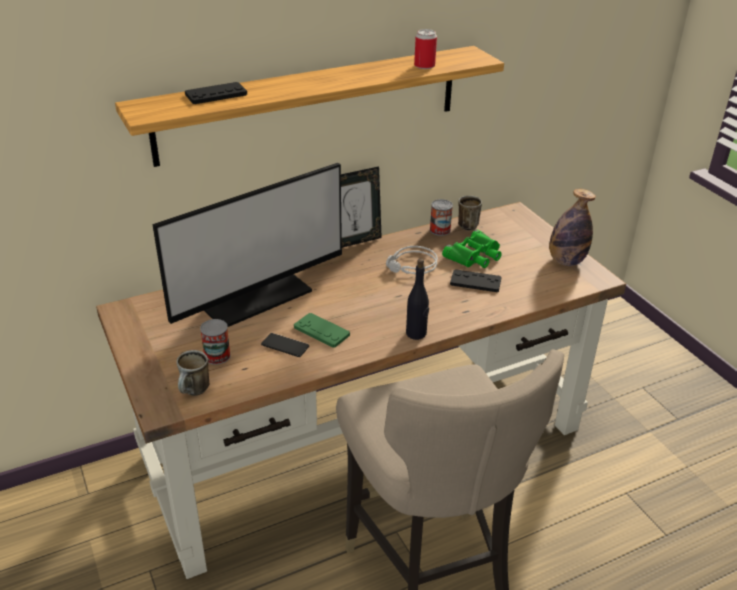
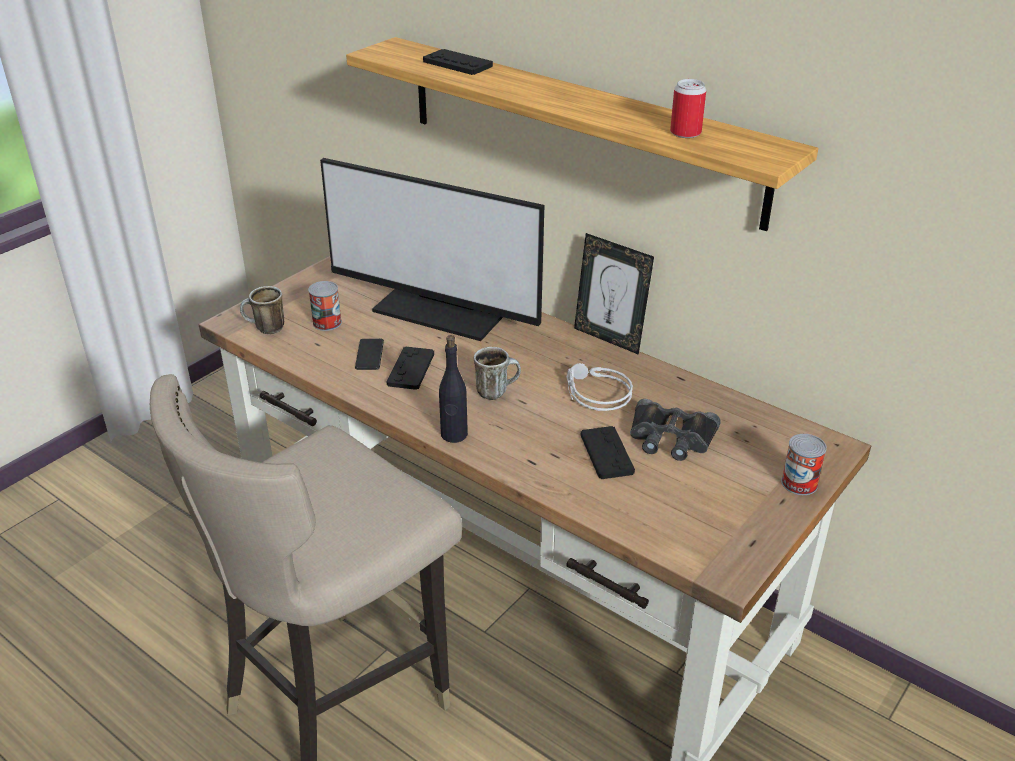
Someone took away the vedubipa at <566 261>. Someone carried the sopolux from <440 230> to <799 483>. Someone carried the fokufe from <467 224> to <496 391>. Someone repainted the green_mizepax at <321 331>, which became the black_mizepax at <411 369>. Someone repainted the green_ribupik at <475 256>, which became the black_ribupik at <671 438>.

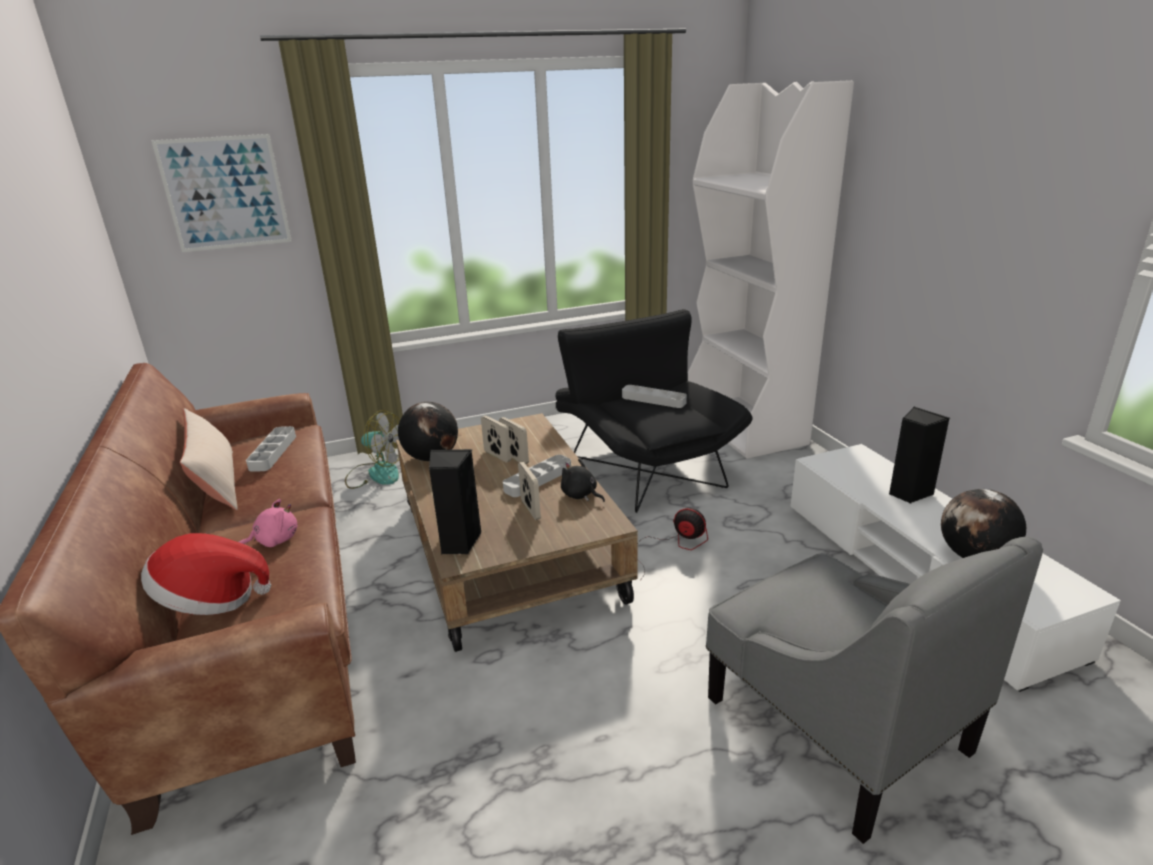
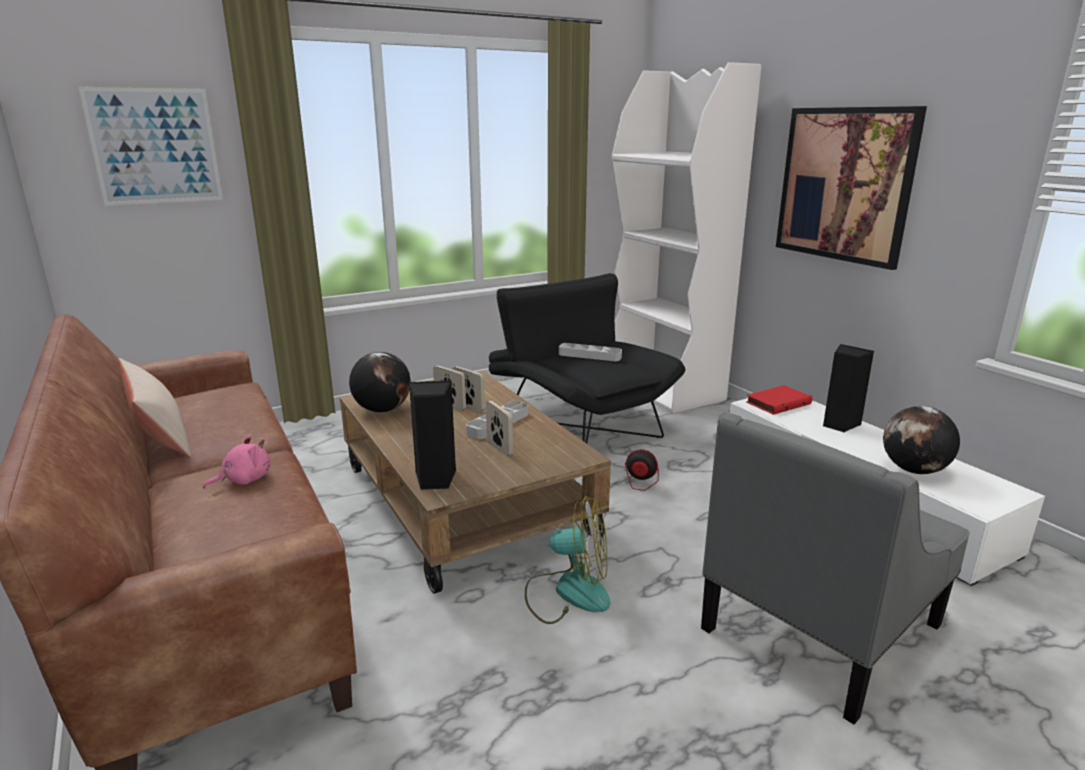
Someone took away the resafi at <211 600>. Someone took away the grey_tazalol at <273 452>. Someone took away the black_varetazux at <580 495>. Someone put down the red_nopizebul at <777 402>. Someone put up the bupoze at <844 185>. Someone carried the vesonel from <376 474> to <568 592>. Someone rotated the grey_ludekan at <834 724> by 90 degrees clockwise.

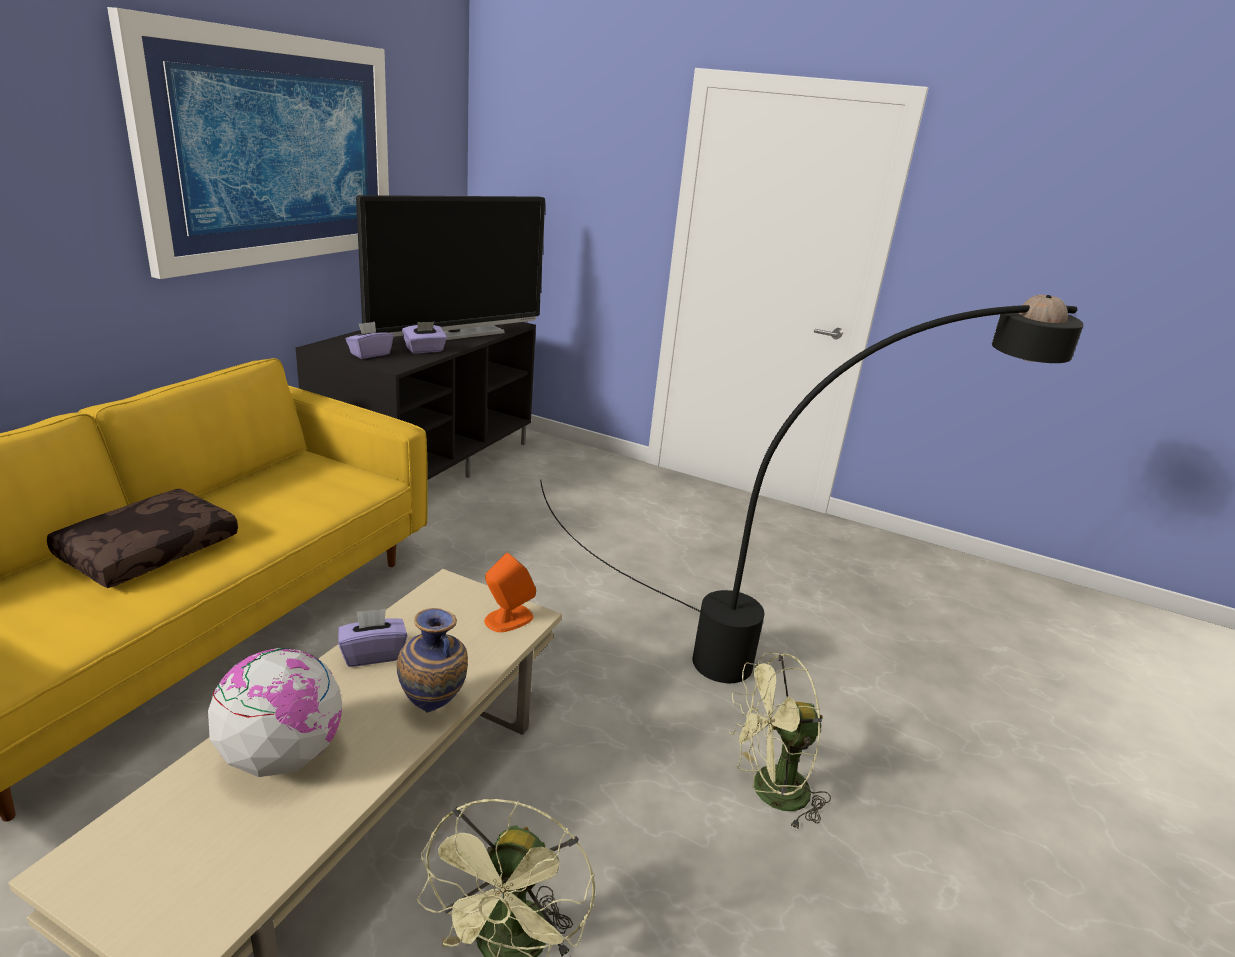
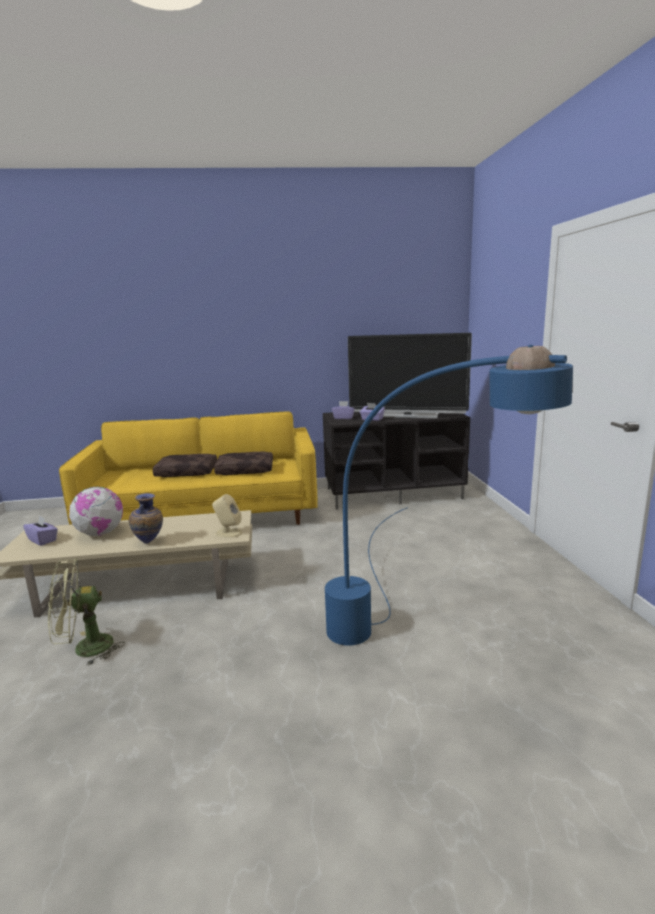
Someone took away the bupoze at <275 150>. Someone took away the green_vesonel at <769 792>. Someone put down the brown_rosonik at <246 470>. Someone carried the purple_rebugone from <373 654> to <43 540>. Someone repainted the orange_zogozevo at <508 619>, which became the beige_zogozevo at <228 533>. Someone repainted the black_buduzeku at <778 639>, which became the blue_buduzeku at <407 643>.

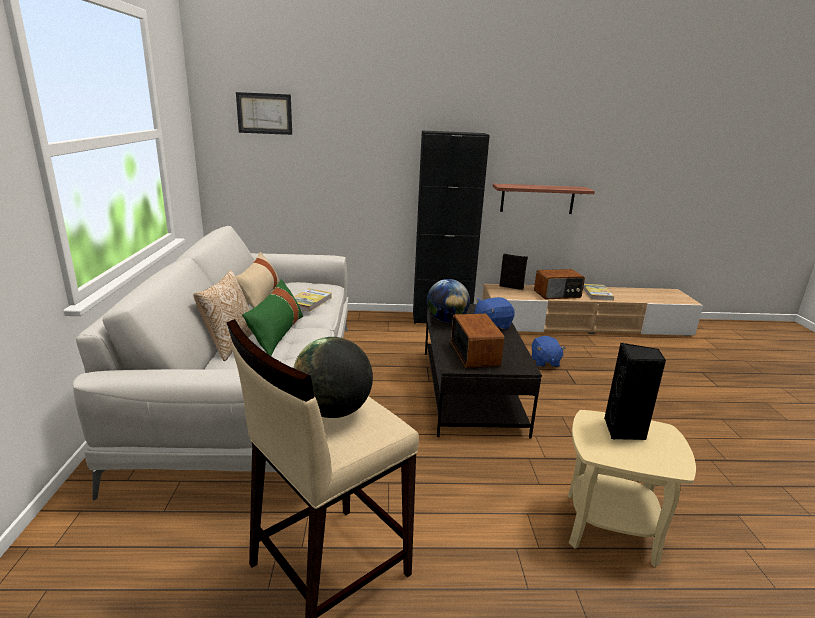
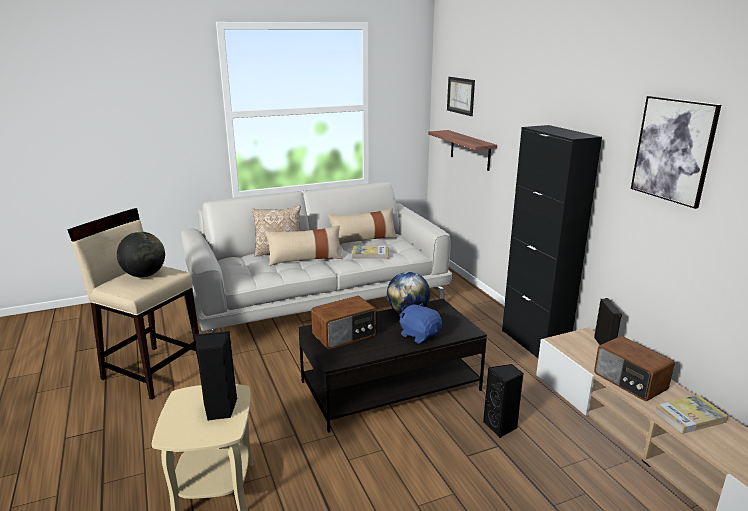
Someone put up the bupoze at <673 150>. Someone carried the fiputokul from <537 199> to <470 150>. Someone swapped the blue_varetazux at <544 362> for the black_zogozevo at <501 427>. Someone repainted the green_rosonik at <277 334>, which became the beige_rosonik at <305 259>.

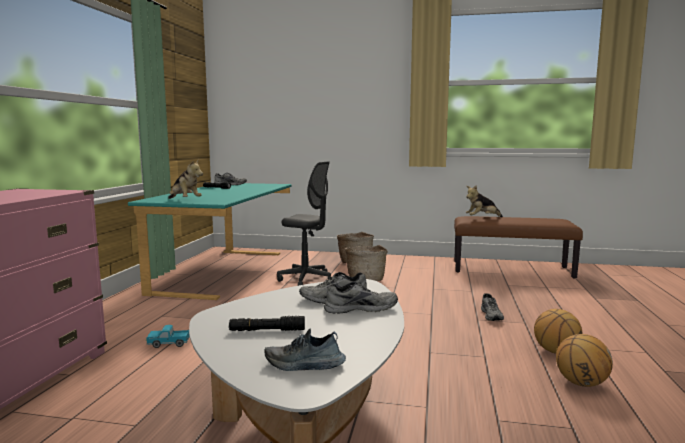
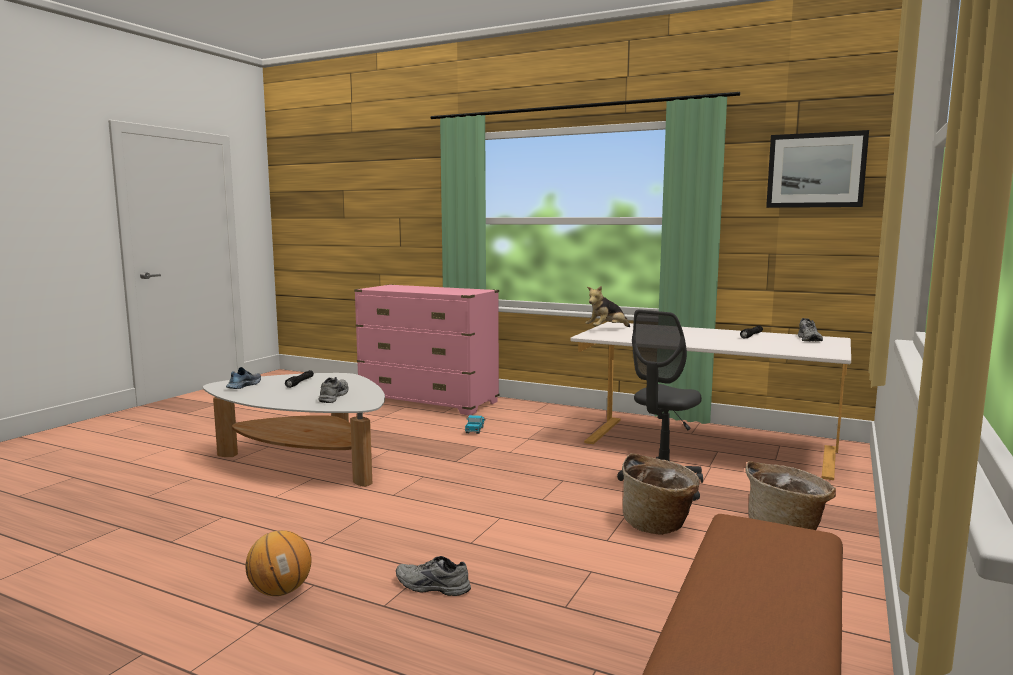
Someone took away the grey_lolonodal at <360 308>. Someone took away the varetazux at <482 218>. Someone took away the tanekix at <581 383>. Someone put up the bupoze at <816 170>. Someone repainted the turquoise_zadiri at <226 272>, which became the white_zadiri at <705 447>.

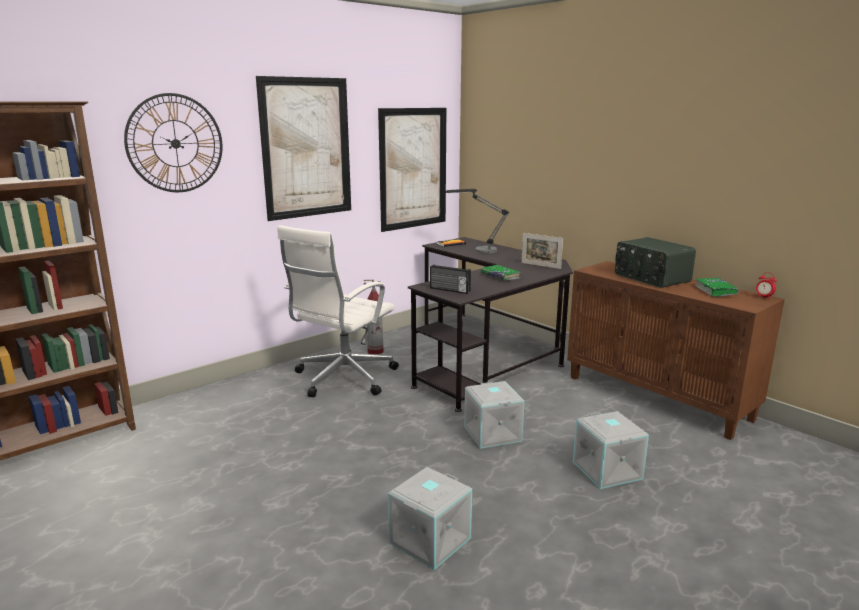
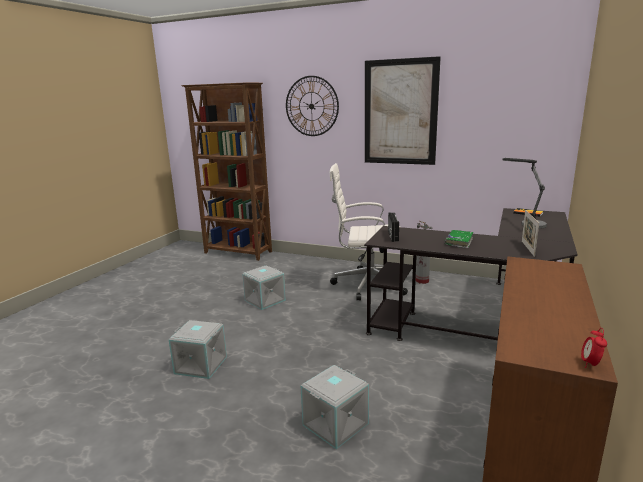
Someone took away the bupoze at <413 168>. Someone took away the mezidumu at <651 278>. Someone took away the green_nopizebul at <715 291>. Someone carried the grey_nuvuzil from <491 433> to <265 300>.

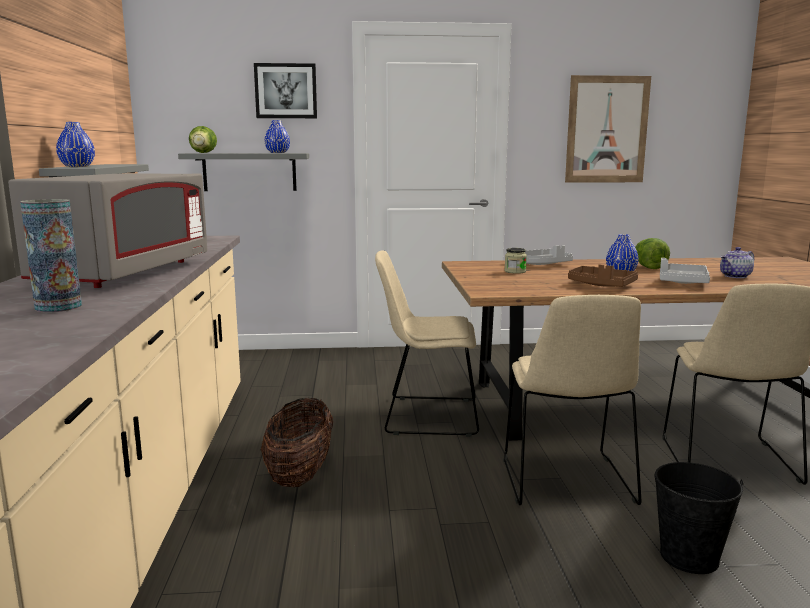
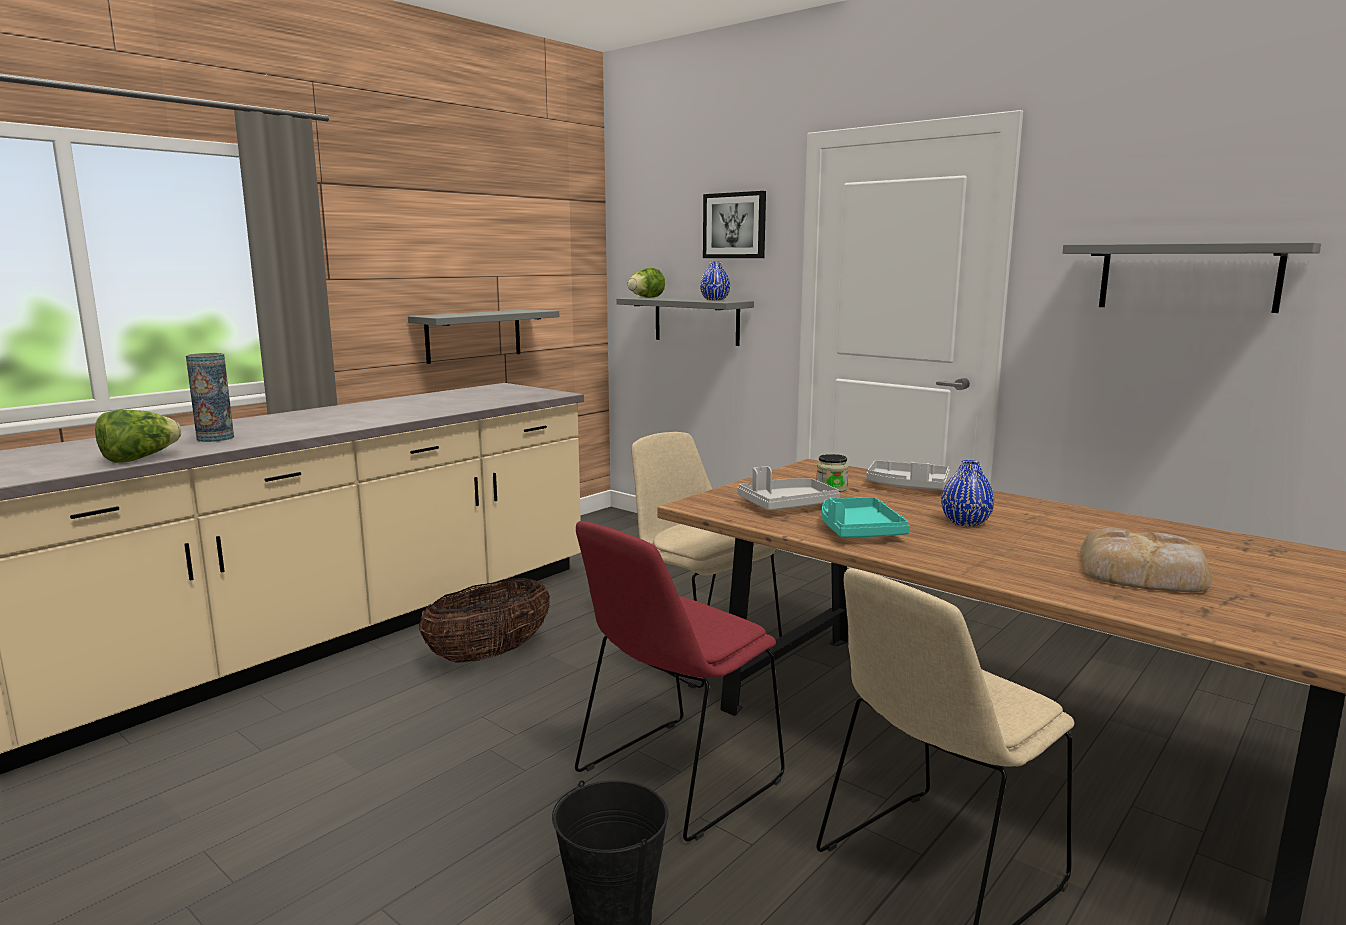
Someone took away the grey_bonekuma at <125 273>. Someone took away the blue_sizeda at <77 166>. Someone carried the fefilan from <648 267> to <139 458>. Someone carried the grey_tazalol from <682 282> to <786 505>. Someone swapped the bupoze at <607 130> for the grey_fiputokul at <1188 277>. Someone swapped the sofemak at <735 276> for the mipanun at <1144 573>. Someone repainted the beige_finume at <567 483>, which became the red_finume at <674 779>. Someone repainted the brown_tazalol at <601 285>, which became the turquoise_tazalol at <858 531>.

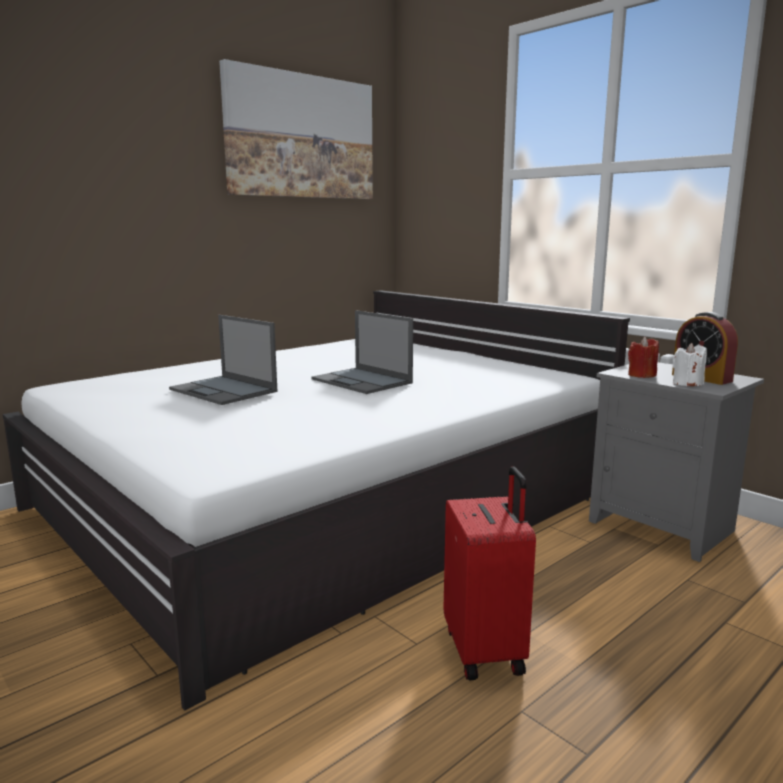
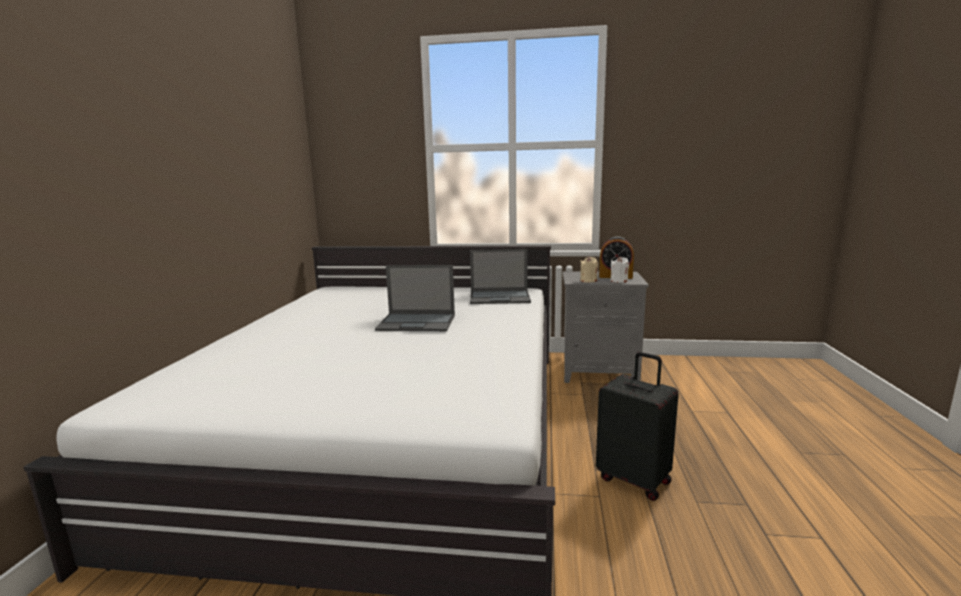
Someone took away the bupoze at <301 137>. Someone carried the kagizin from <224 391> to <500 297>. Someone repainted the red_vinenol at <486 650>, which became the black_vinenol at <634 479>. Someone repainted the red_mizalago at <641 375>, which became the beige_mizalago at <588 280>.

